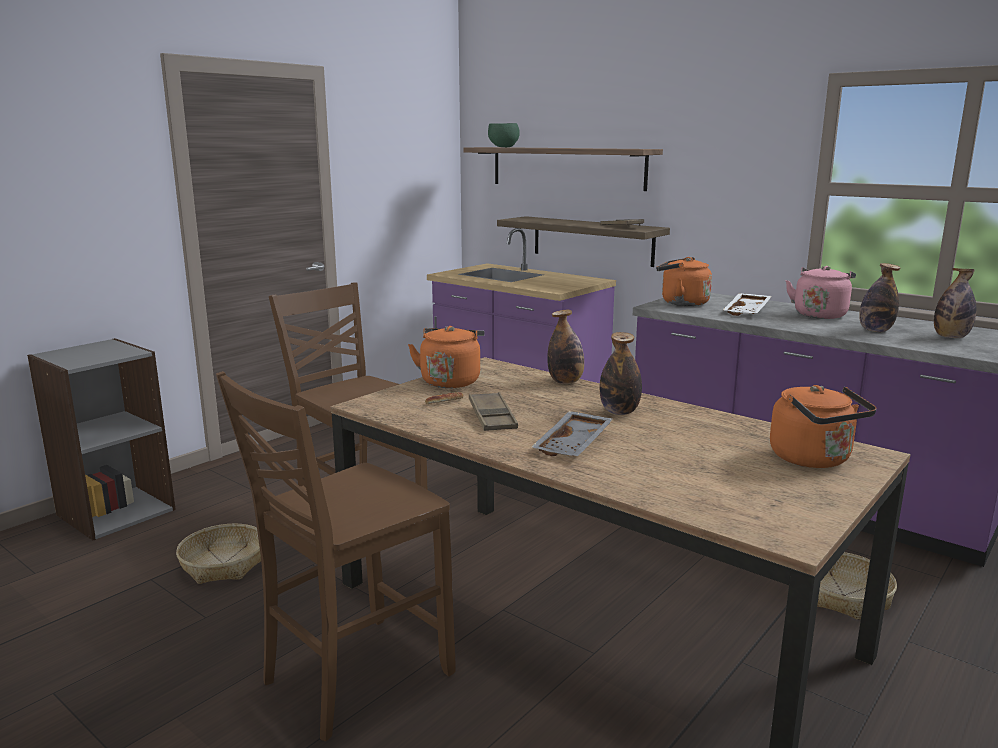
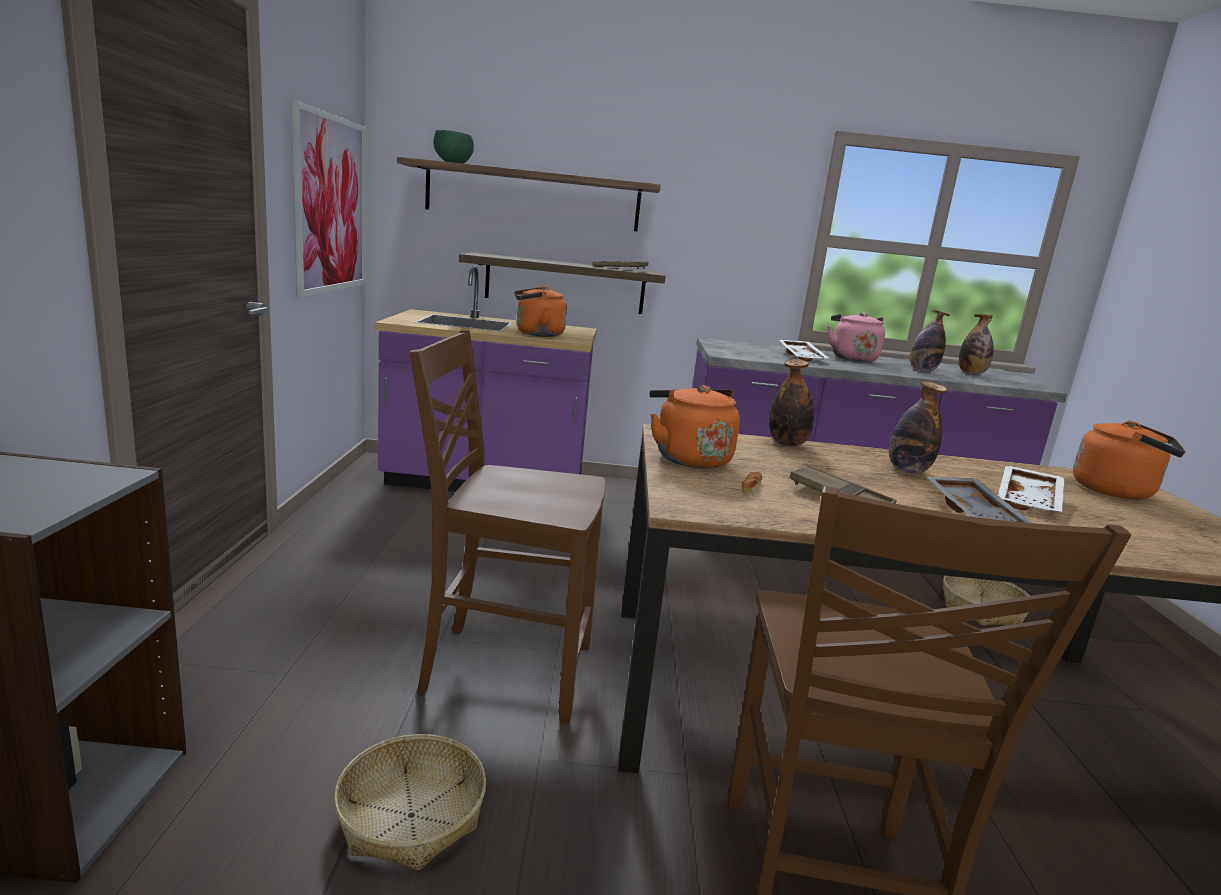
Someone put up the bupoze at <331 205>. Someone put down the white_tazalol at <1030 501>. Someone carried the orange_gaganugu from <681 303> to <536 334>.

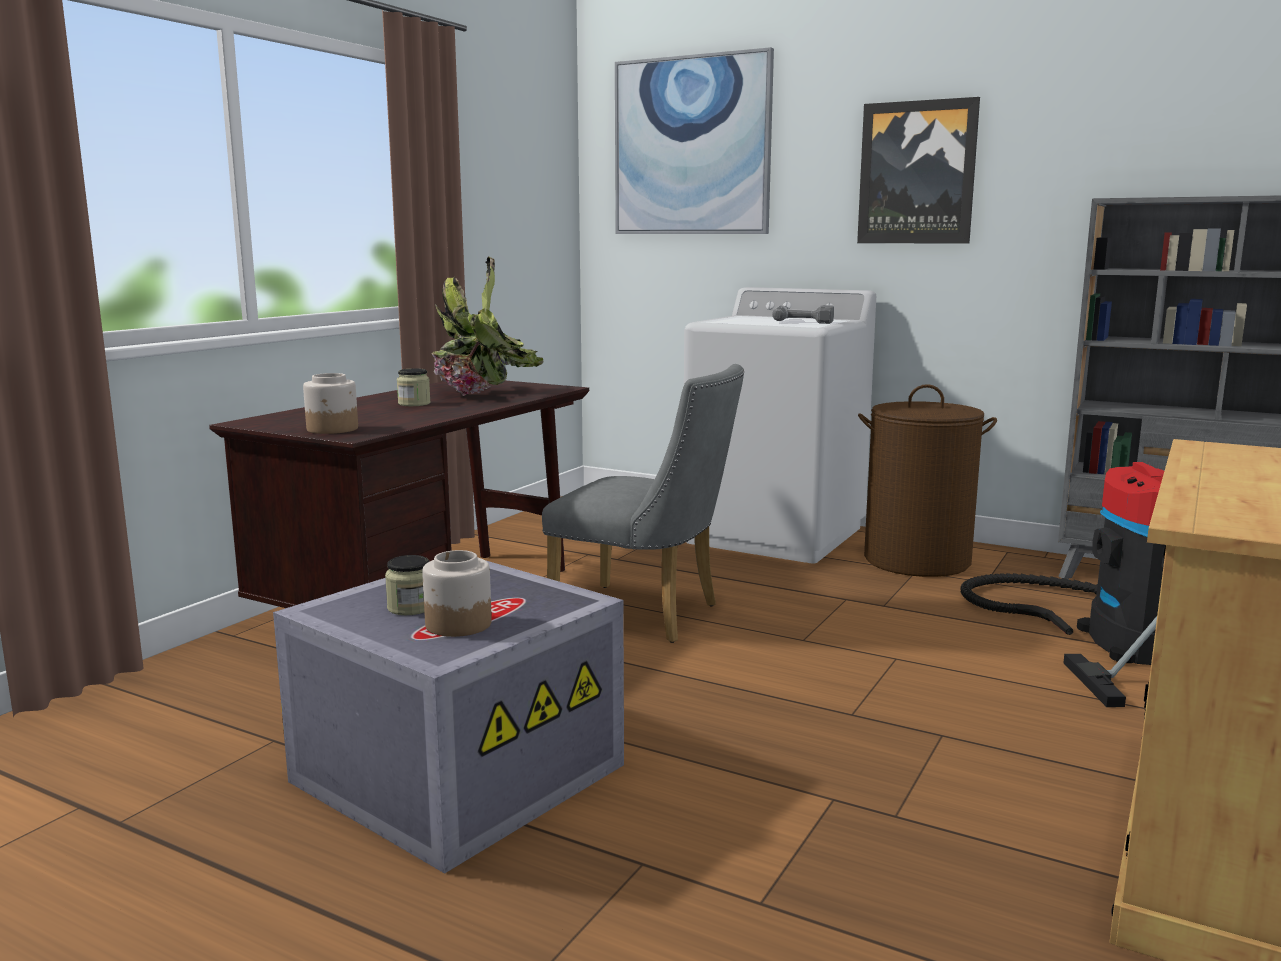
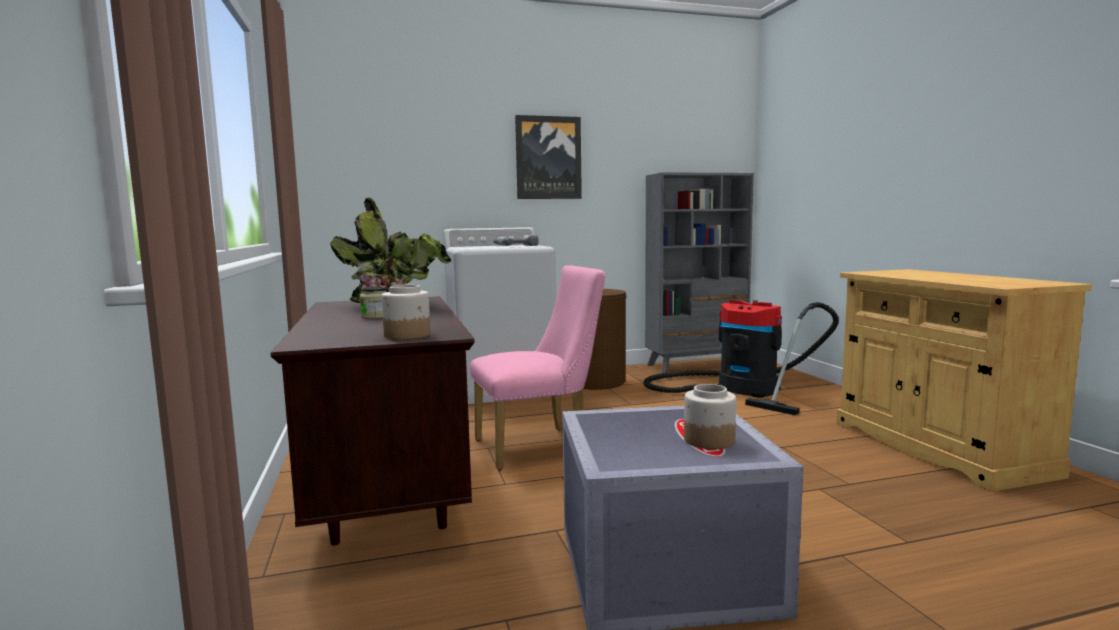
Someone took away the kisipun at <410 607>. Someone took away the bupoze at <692 146>. Someone repainted the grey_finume at <647 616>, which became the pink_finume at <540 446>.

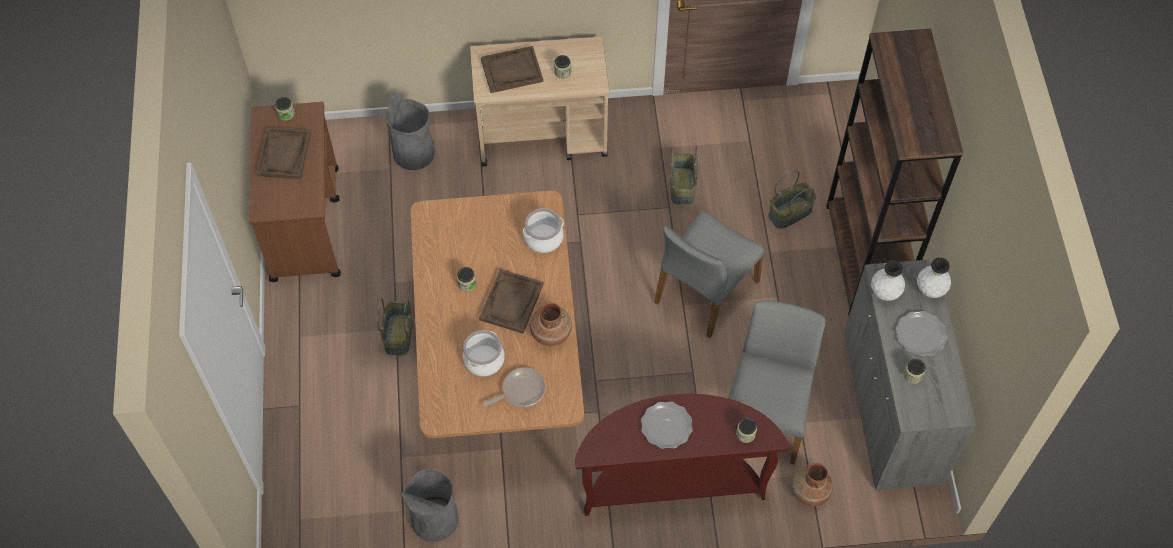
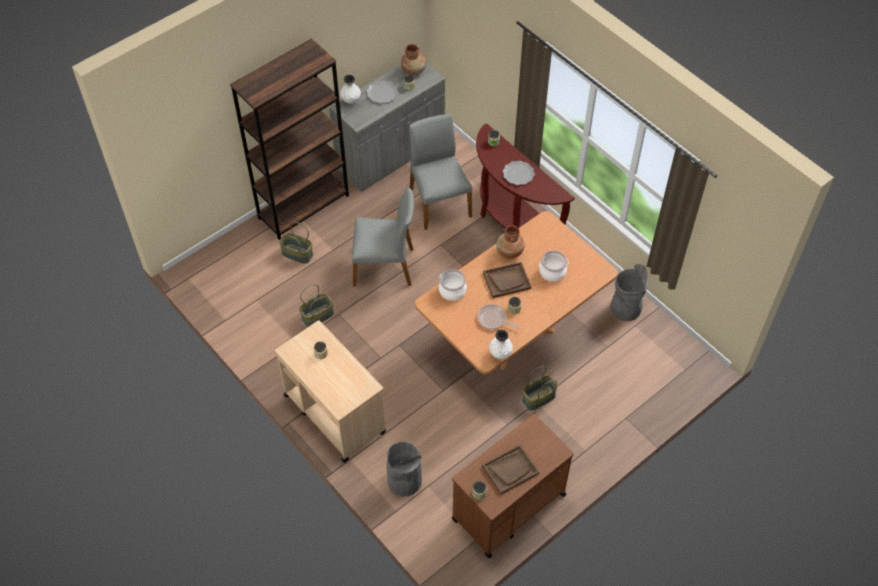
Someone took away the brown_tazalol at <511 71>. Someone carried the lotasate from <521 390> to <493 319>. Someone carried the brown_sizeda from <810 492> to <413 70>. Someone carried the white_sizeda from <885 292> to <500 354>. Someone rotated the grey_finume at <765 414> by 90 degrees clockwise.

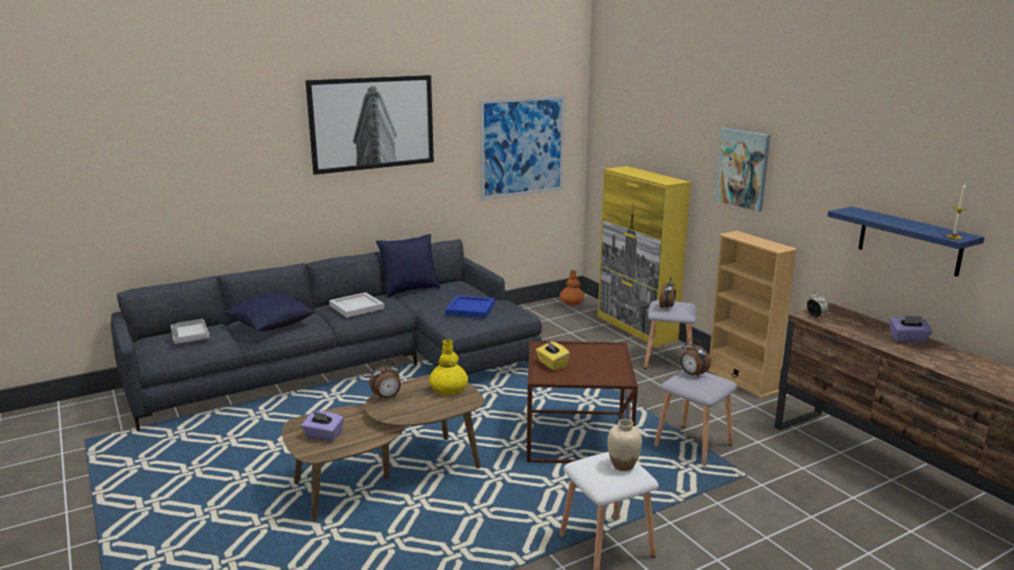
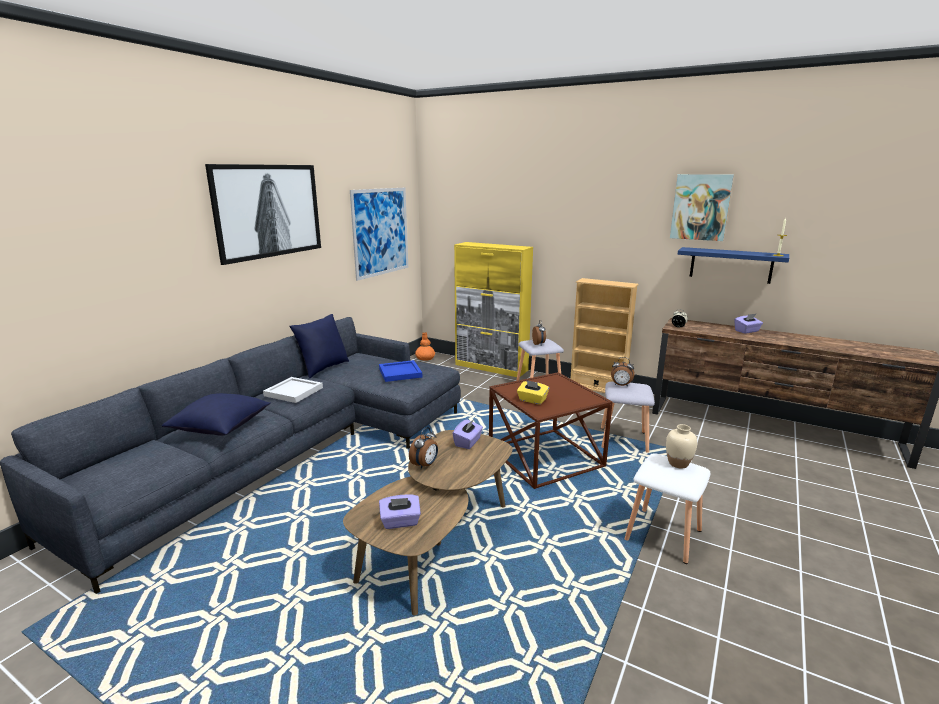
Someone took away the grey_tazalol at <190 337>. Someone carried the bupoze from <743 168> to <700 207>. Someone swapped the yellow_sizeda at <448 389> for the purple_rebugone at <468 442>.

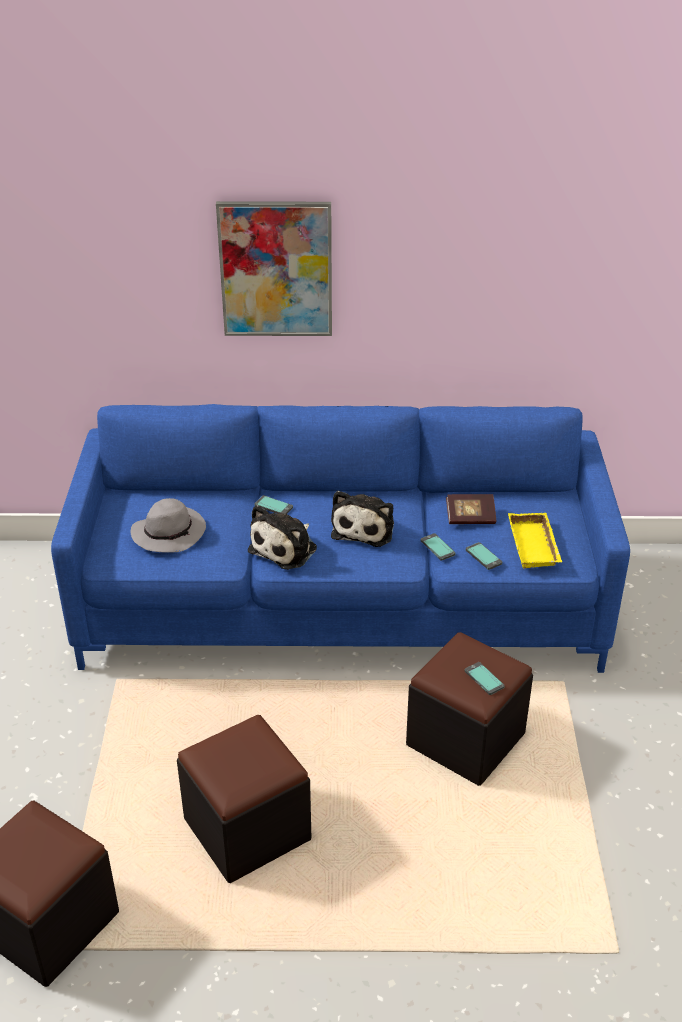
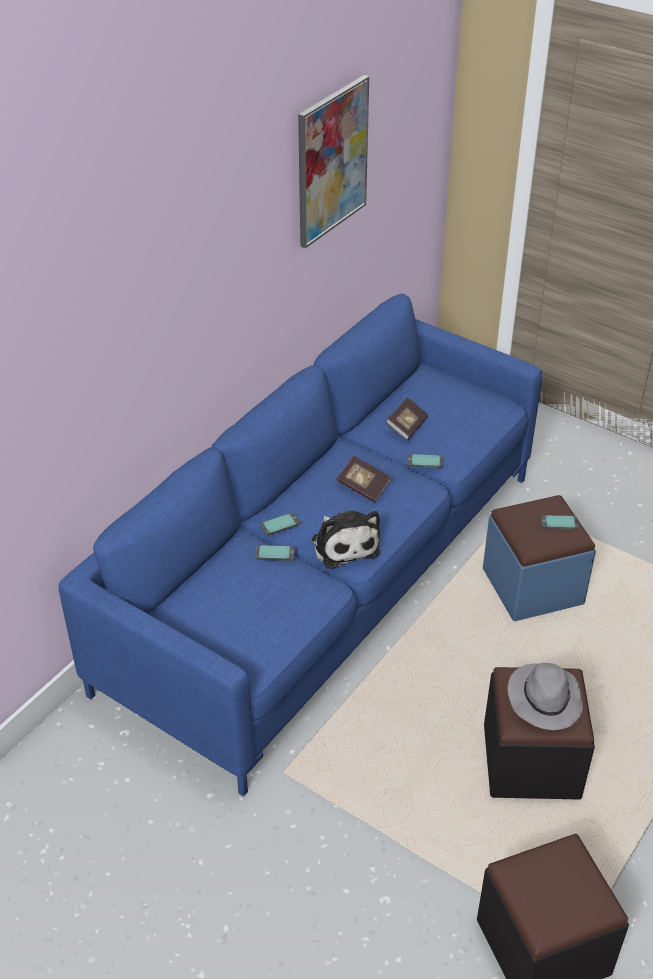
Someone took away the yellow_tazalol at <535 546>. Someone carried the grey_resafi from <170 532> to <544 699>. Someone carried the bupoze from <276 269> to <331 161>. Someone carried the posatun from <483 556> to <275 553>. Someone swapped the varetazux at <364 528> for the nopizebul at <363 487>. Someone repainted the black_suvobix at <465 739>, which became the blue_suvobix at <532 586>.

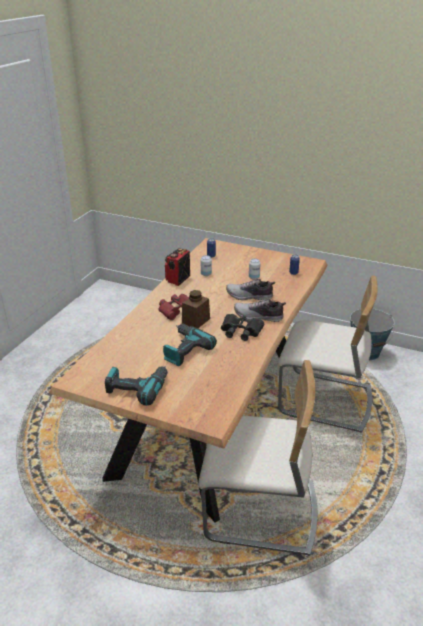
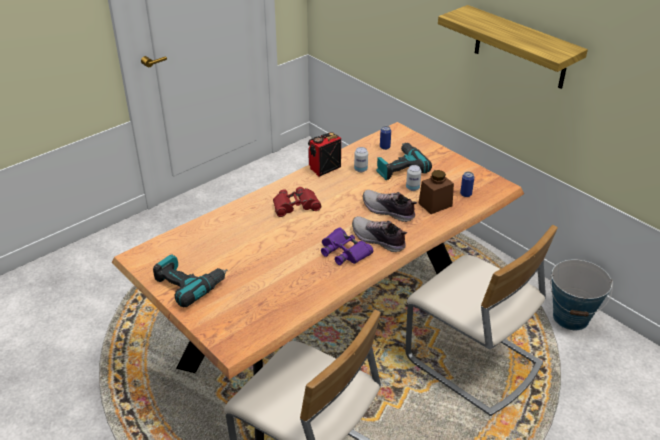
Someone put up the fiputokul at <520 48>. Someone carried the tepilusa from <184 349> to <399 167>. Someone carried the brown_kisipun from <196 321> to <435 204>. Someone repainted the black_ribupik at <241 331>, which became the purple_ribupik at <344 251>.

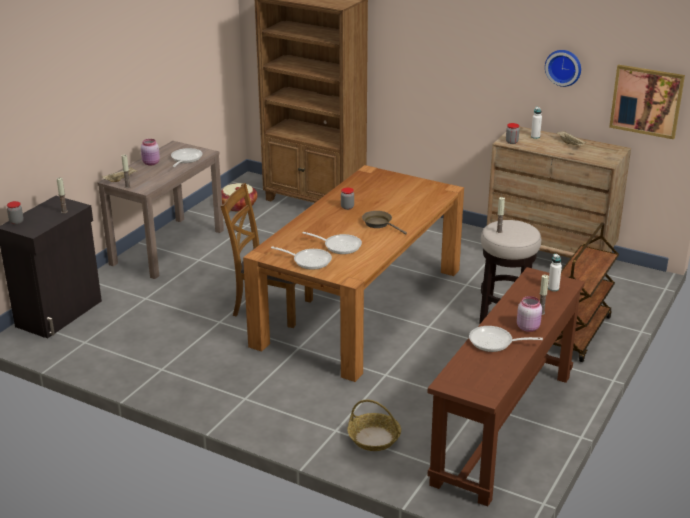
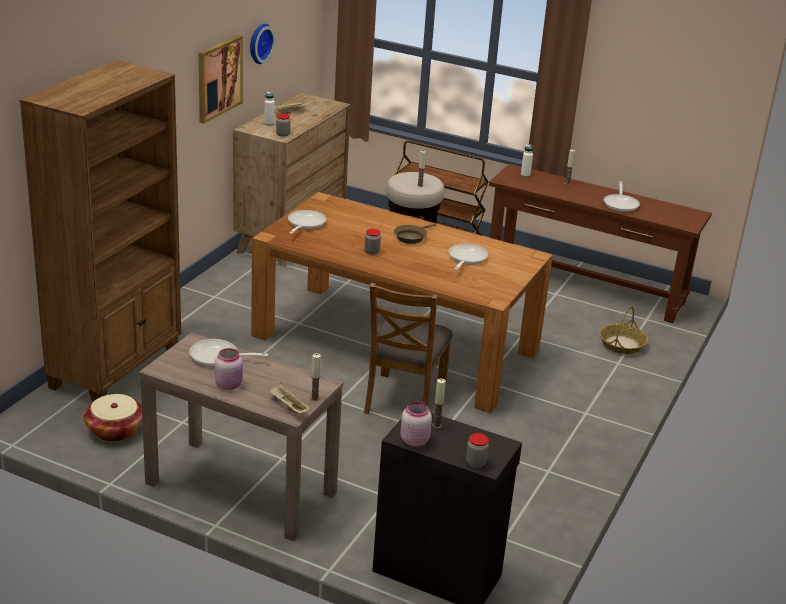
Someone carried the lotasate from <309 261> to <305 224>. Someone carried the pink_kisipun from <528 327> to <413 440>. Someone carried the bupoze from <646 101> to <219 78>.

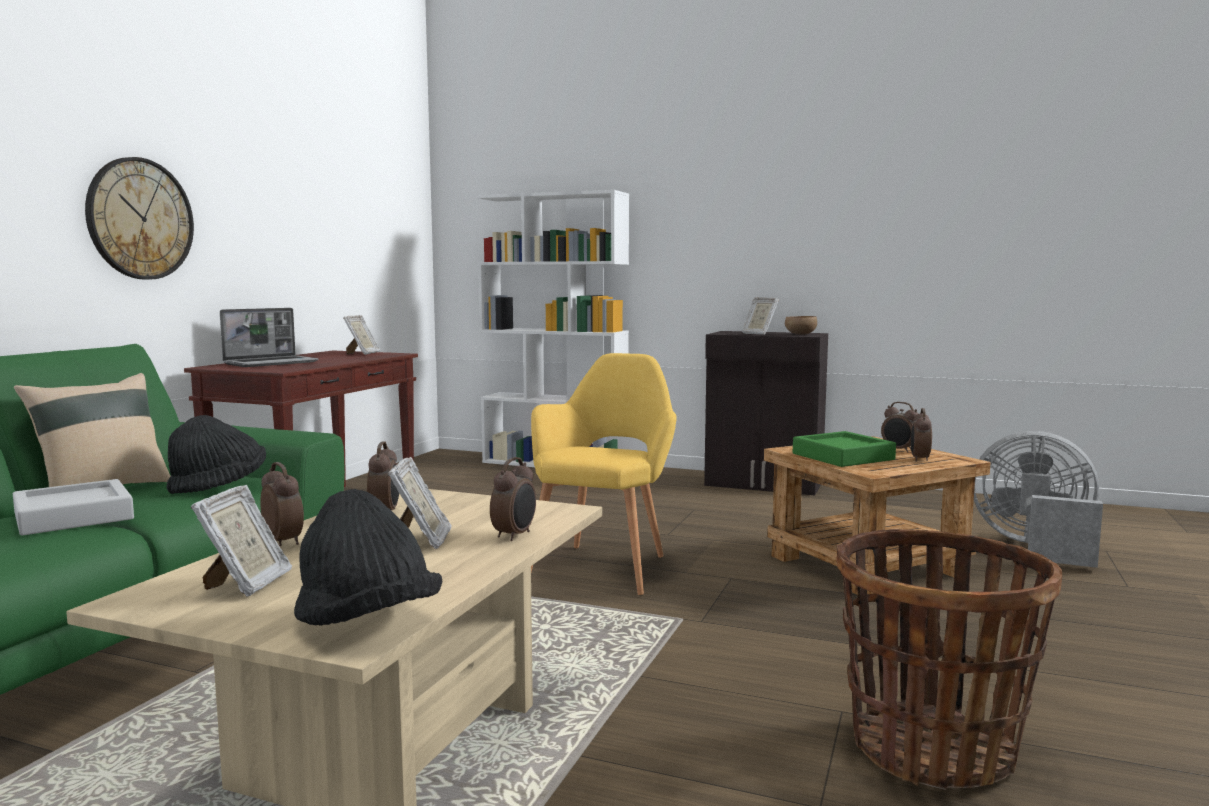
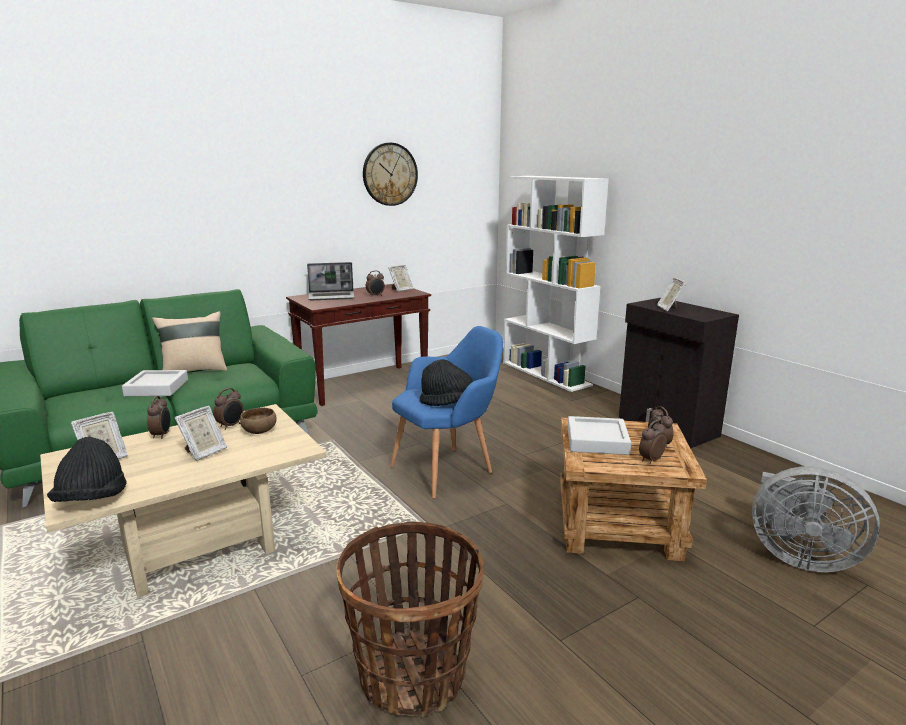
Someone carried the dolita from <140 219> to <390 174>. Someone carried the black_resafi from <219 486> to <448 402>. Someone carried the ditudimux from <515 535> to <375 296>. Someone carried the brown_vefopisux from <800 334> to <259 431>. Someone repainted the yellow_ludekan at <605 566>, which became the blue_ludekan at <448 469>. Someone repainted the green_tazalol at <843 456>, which became the grey_tazalol at <597 441>. Someone rotated the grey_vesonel at <1035 547> by 150 degrees clockwise.

